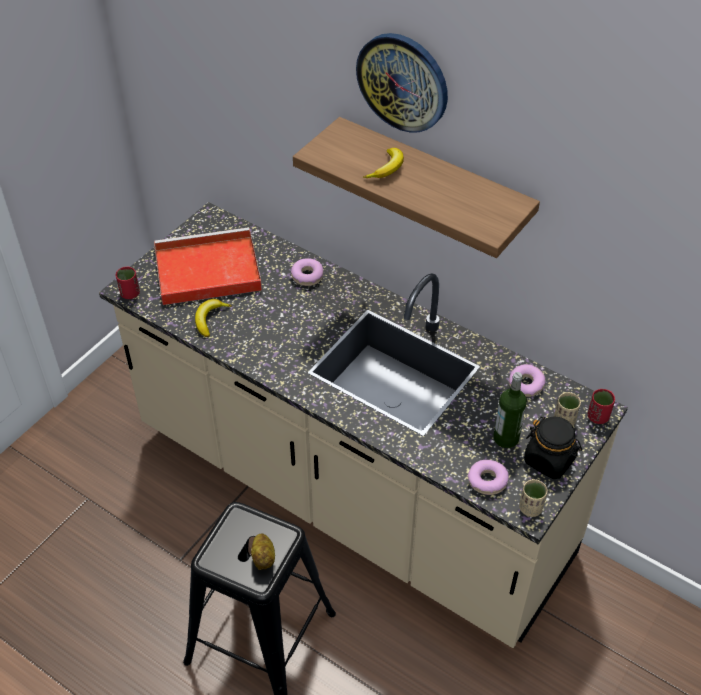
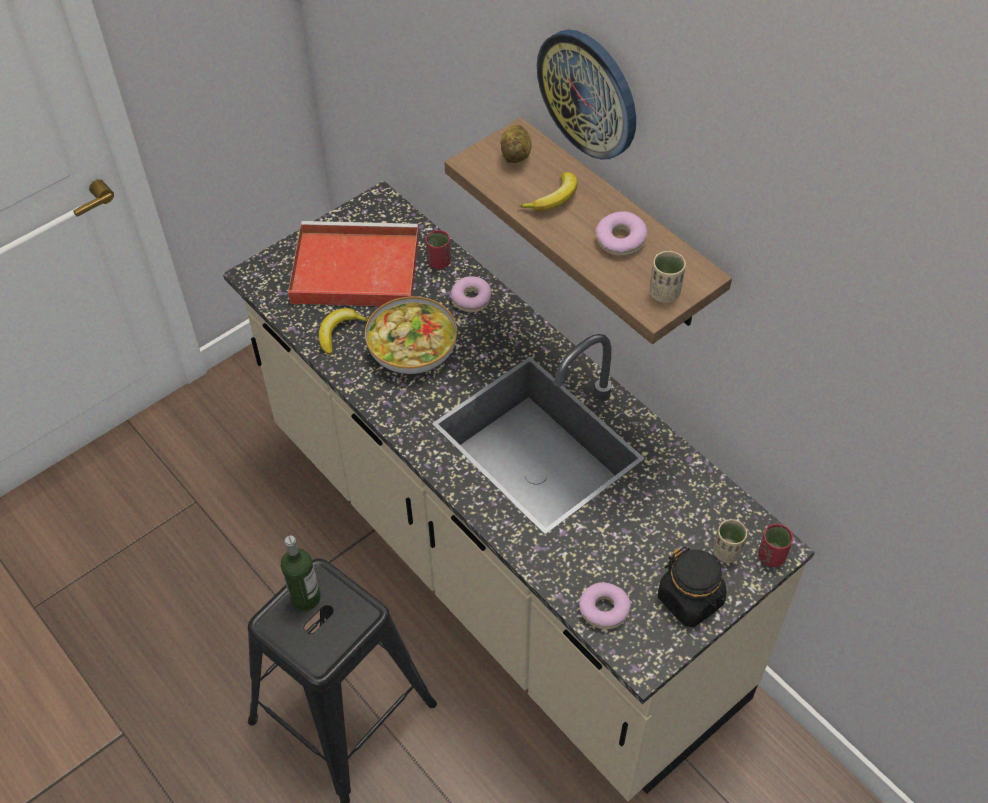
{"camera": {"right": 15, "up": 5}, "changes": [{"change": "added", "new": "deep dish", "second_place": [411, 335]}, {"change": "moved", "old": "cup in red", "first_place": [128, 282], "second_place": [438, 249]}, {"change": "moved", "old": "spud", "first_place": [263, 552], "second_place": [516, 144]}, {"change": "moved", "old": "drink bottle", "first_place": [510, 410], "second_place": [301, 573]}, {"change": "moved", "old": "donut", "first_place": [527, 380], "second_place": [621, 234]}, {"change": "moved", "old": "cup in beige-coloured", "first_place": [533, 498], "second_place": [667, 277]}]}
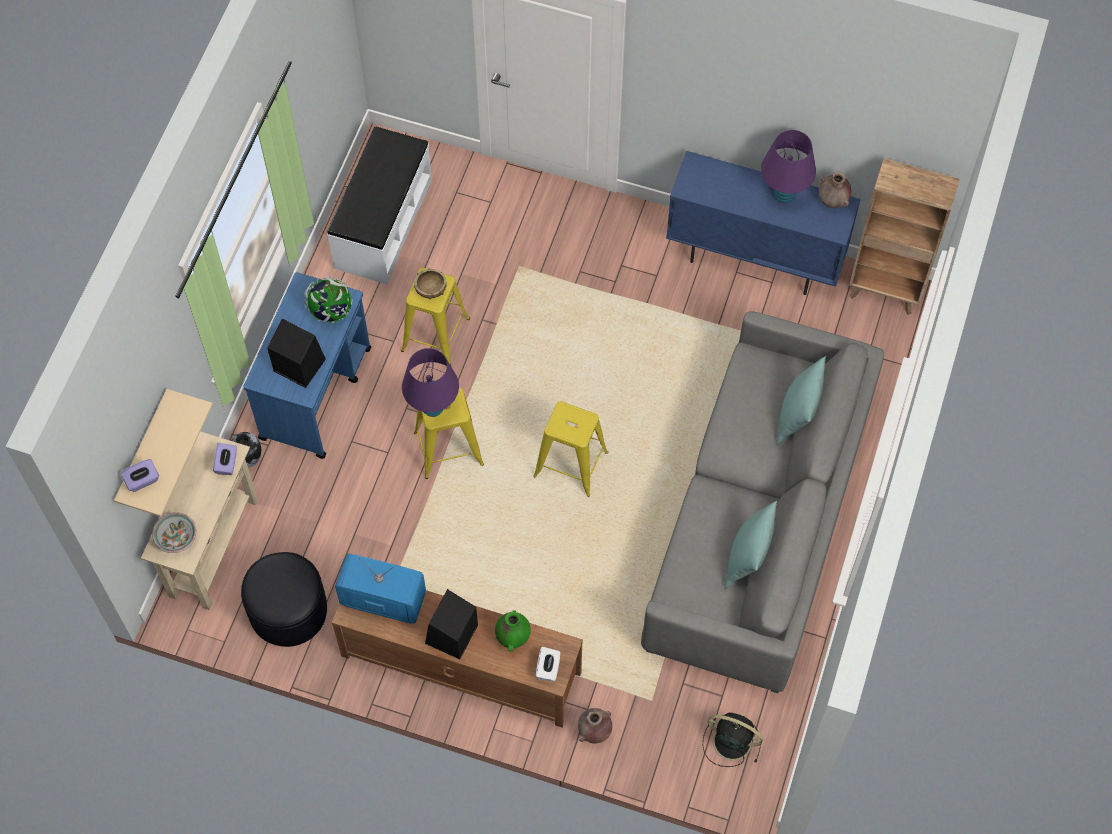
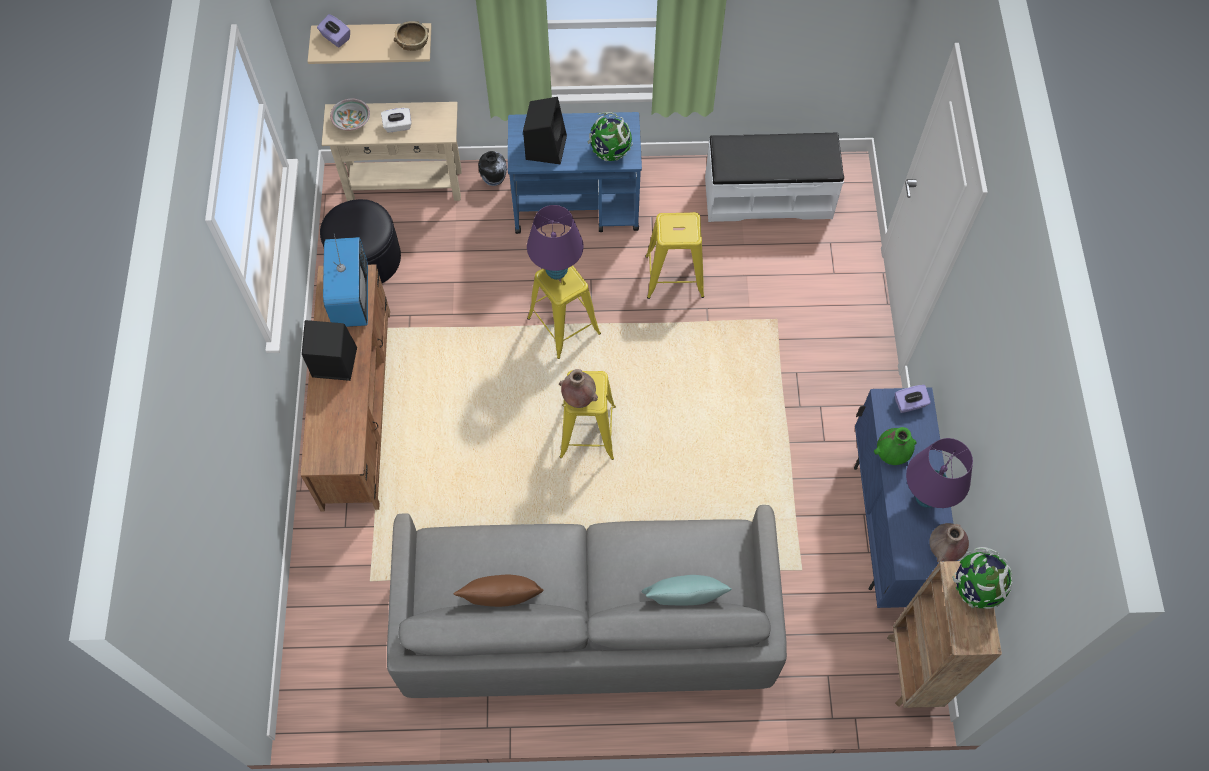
{"camera": {"right": 70, "up": 0}, "changes": [{"change": "removed", "old": "cooling fan in black-coloured", "first_place": [733, 740]}, {"change": "added", "new": "world globe", "second_place": [982, 578]}, {"change": "moved", "old": "tissue holder in purple-coloured", "first_place": [225, 459], "second_place": [913, 399]}, {"change": "moved", "old": "deep dish in brown-coloured", "first_place": [430, 284], "second_place": [411, 36]}, {"change": "moved", "old": "flower vase in green-coloured", "first_place": [513, 630], "second_place": [895, 446]}, {"change": "moved", "old": "tissue holder in white-coloured", "first_place": [548, 664], "second_place": [396, 120]}, {"change": "moved", "old": "flower vase in brown-coloured", "first_place": [595, 726], "second_place": [578, 388]}, {"change": "recoloured", "old": "cushion in turquoise-coloured", "new": "cushion in brown-coloured", "first_place": [751, 545], "second_place": [499, 591]}]}
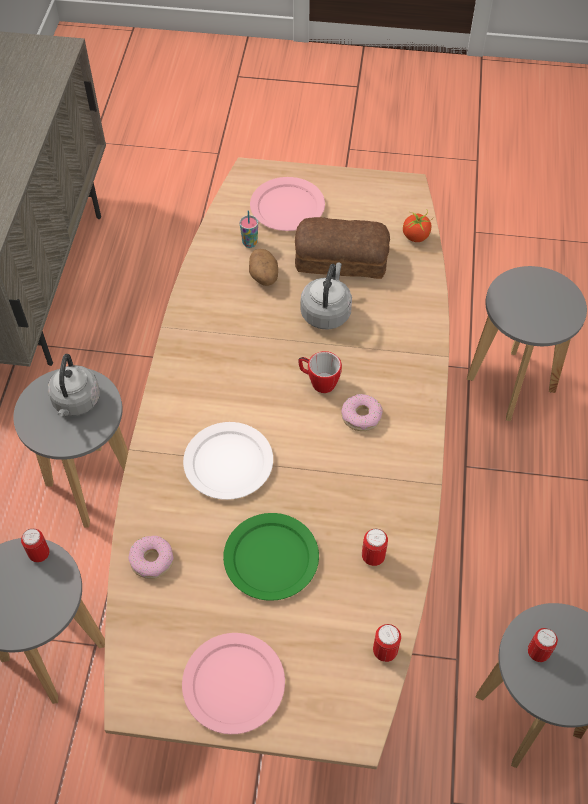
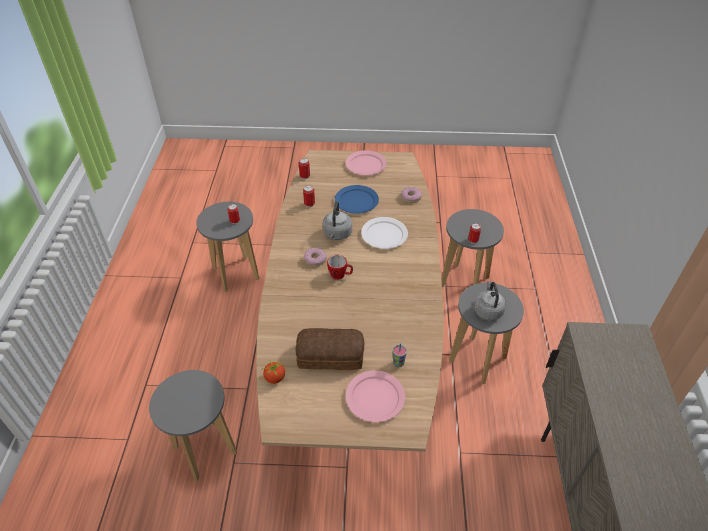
{"camera": {"right": 175, "up": -10}, "changes": [{"change": "removed", "old": "spud", "first_place": [263, 267]}, {"change": "moved", "old": "water kettle in gray", "first_place": [326, 296], "second_place": [337, 220]}, {"change": "recoloured", "old": "plate in green-coloured", "new": "plate in blue-coloured", "first_place": [271, 557], "second_place": [357, 199]}]}
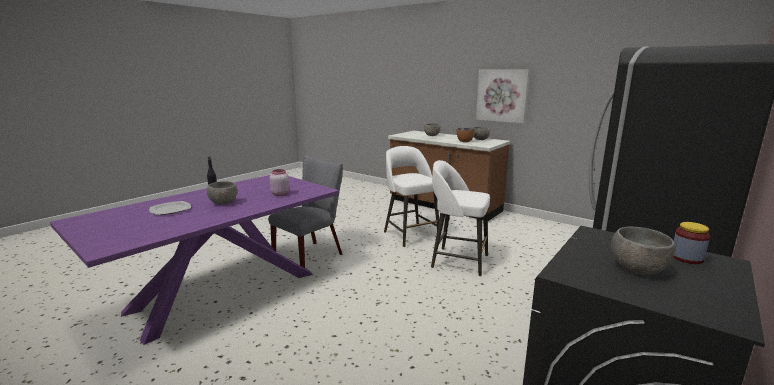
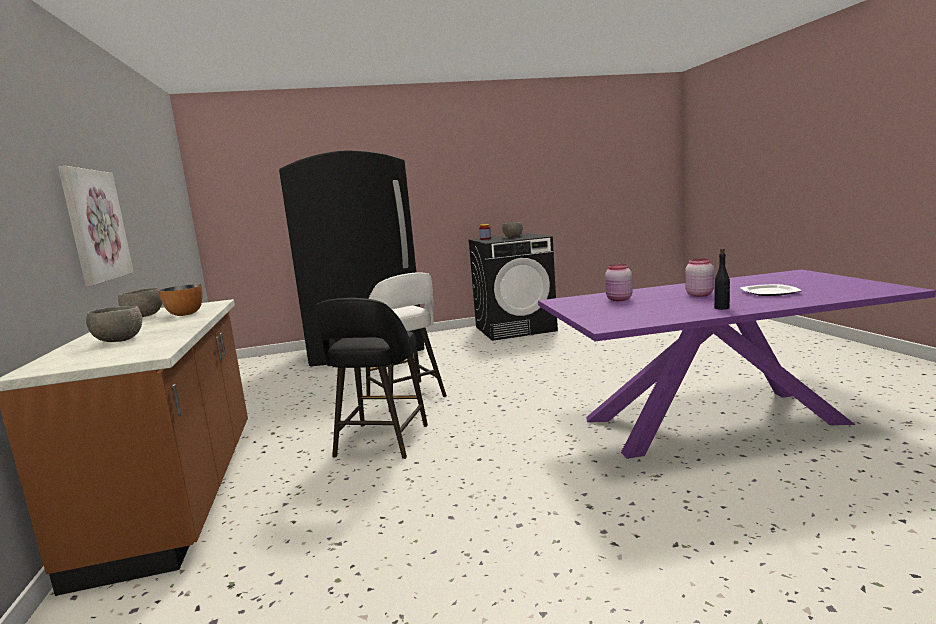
{"camera": {"right": -140, "up": -5}, "changes": [{"change": "removed", "old": "chair in gray", "first_place": [305, 212]}, {"change": "replaced", "old": "deep dish in gray", "new": "jar in pink-coloured", "first_place": [222, 193], "second_place": [699, 278]}, {"change": "recoloured", "old": "stool in white-coloured", "new": "stool in black-coloured", "first_place": [411, 196], "second_place": [371, 378]}]}
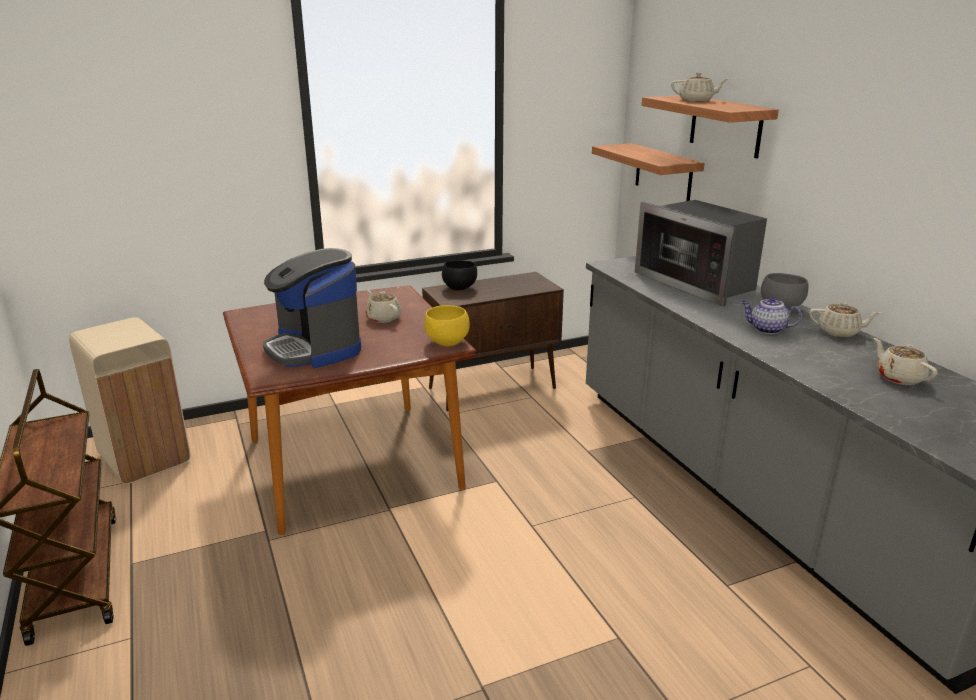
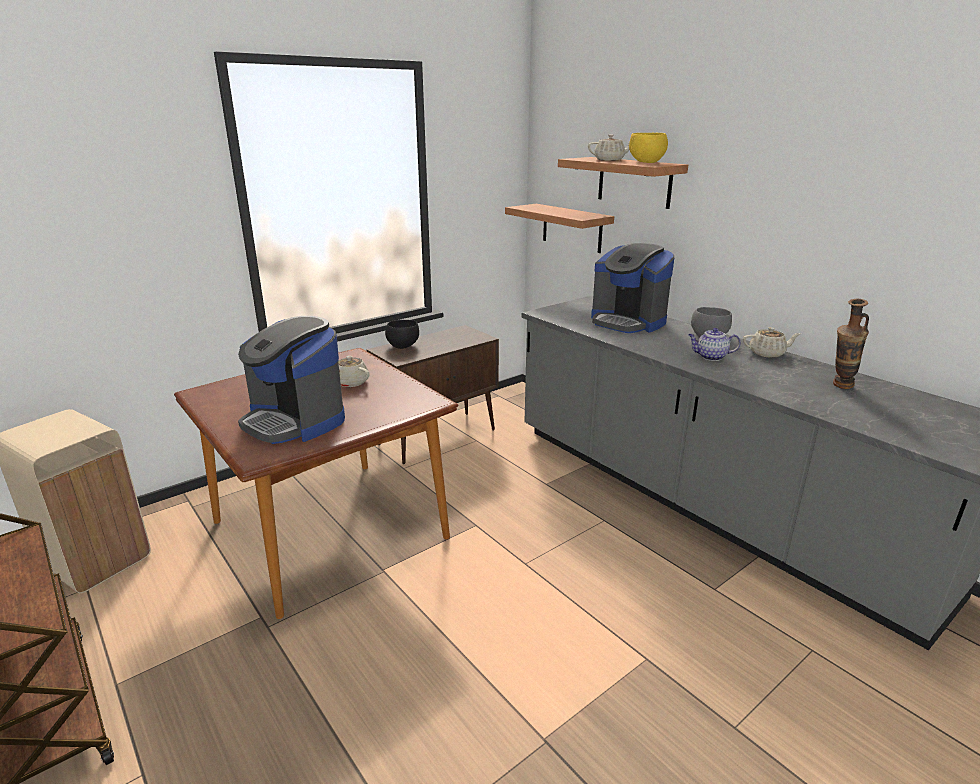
{"camera": {"right": -15, "up": 0}, "changes": [{"change": "moved", "old": "deep dish in yellow-coloured", "first_place": [447, 325], "second_place": [648, 148]}, {"change": "replaced", "old": "microwave oven", "new": "coffee machine", "first_place": [701, 253], "second_place": [632, 288]}, {"change": "replaced", "old": "tea pot in beige-coloured", "new": "flower vase", "first_place": [905, 361], "second_place": [851, 344]}]}
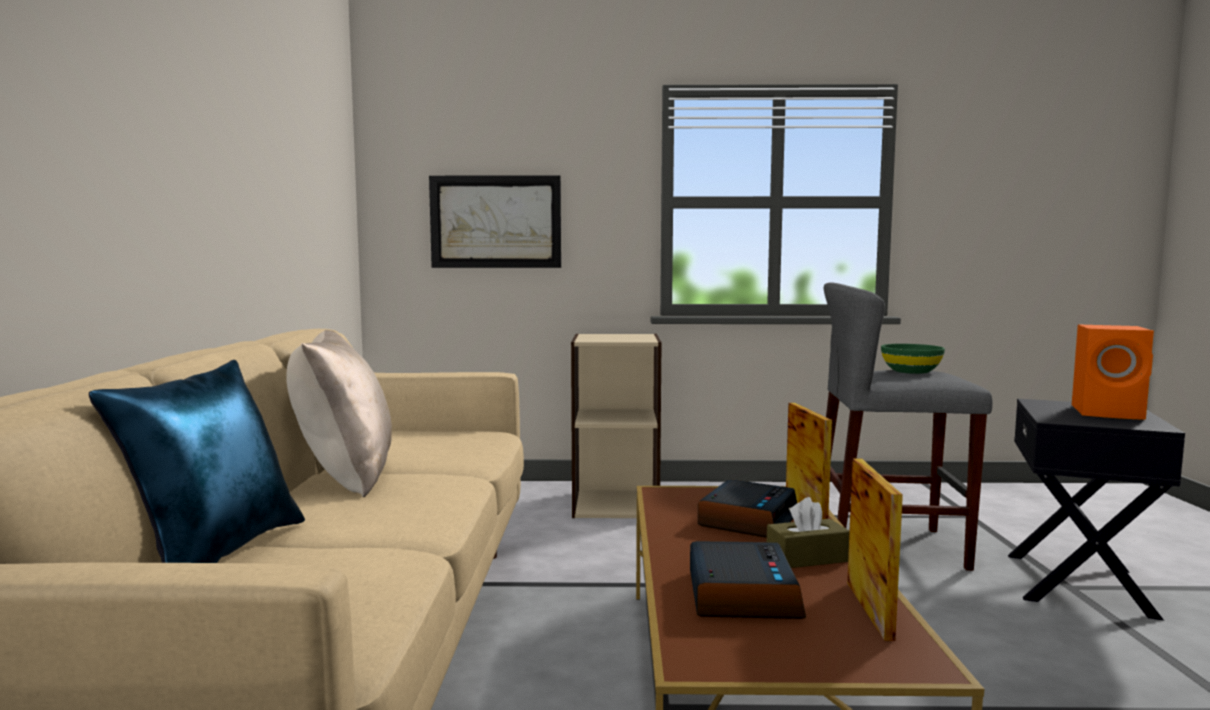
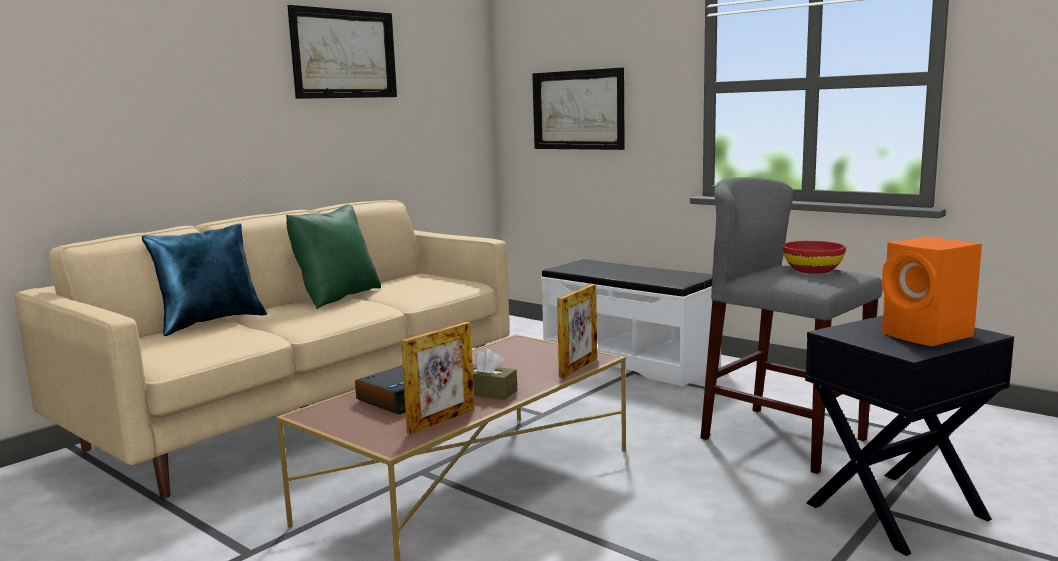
{"camera": {"right": 40, "up": 5}, "changes": [{"change": "removed", "old": "alarm clock", "first_place": [747, 508]}, {"change": "added", "new": "wall art", "second_place": [342, 52]}, {"change": "replaced", "old": "shelving unit in beige-coloured", "new": "indoor bench in white-coloured", "first_place": [616, 426], "second_place": [631, 323]}, {"change": "recoloured", "old": "cushion in beige-coloured", "new": "cushion in green-coloured", "first_place": [339, 413], "second_place": [333, 256]}, {"change": "recoloured", "old": "deep dish in green-coloured", "new": "deep dish in red", "first_place": [913, 359], "second_place": [814, 257]}]}
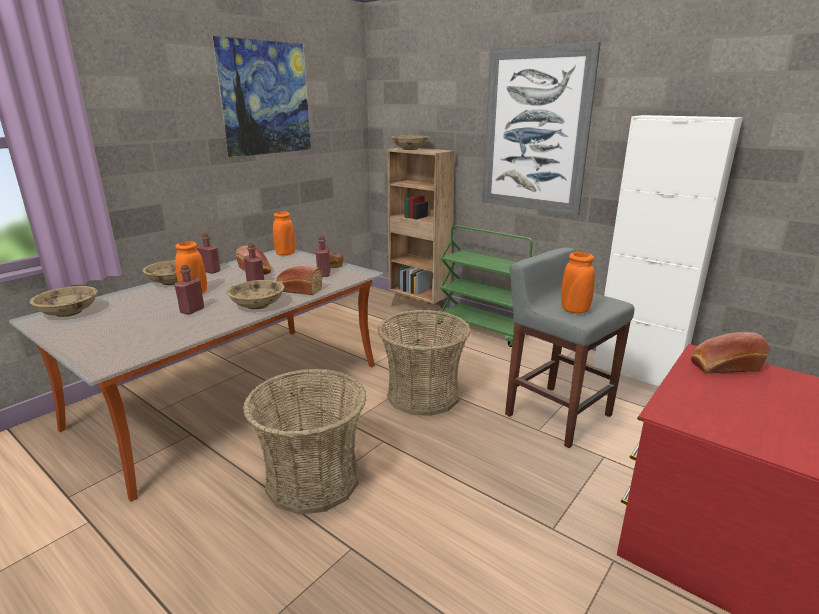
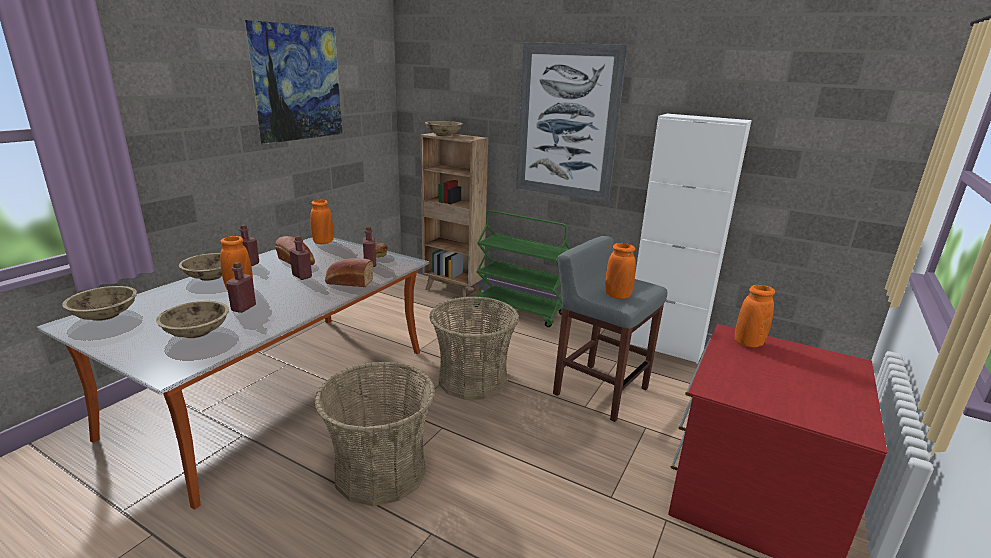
{"camera": {"right": -10, "up": 0}, "changes": [{"change": "moved", "old": "deep dish in beige-coloured", "first_place": [256, 295], "second_place": [192, 319]}, {"change": "replaced", "old": "baked bread", "new": "flower vase in orange", "first_place": [730, 352], "second_place": [755, 316]}]}
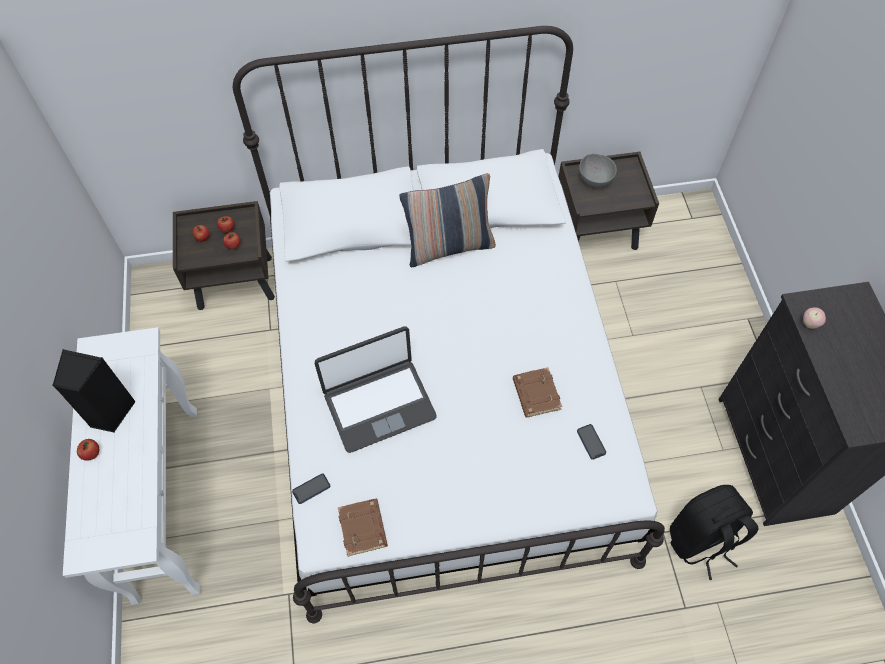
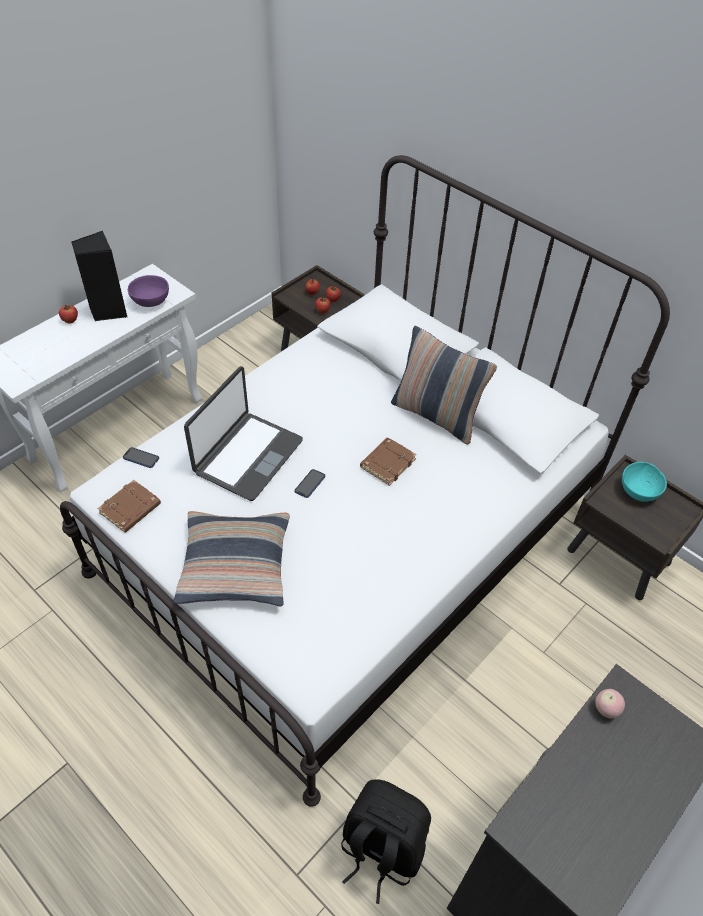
{"camera": {"right": 50, "up": -10}, "changes": [{"change": "added", "new": "deep dish in purple-coloured", "second_place": [148, 291]}, {"change": "added", "new": "cushion", "second_place": [231, 559]}, {"change": "moved", "old": "bound book in brown-coloured", "first_place": [537, 392], "second_place": [388, 462]}, {"change": "moved", "old": "handset", "first_place": [591, 442], "second_place": [310, 483]}, {"change": "recoloured", "old": "deep dish in gray", "new": "deep dish in turquoise-coloured", "first_place": [598, 170], "second_place": [644, 482]}, {"change": "turned", "old": "notebook computer", "first_place": [375, 389], "second_place": [243, 433], "degrees": -90}]}
